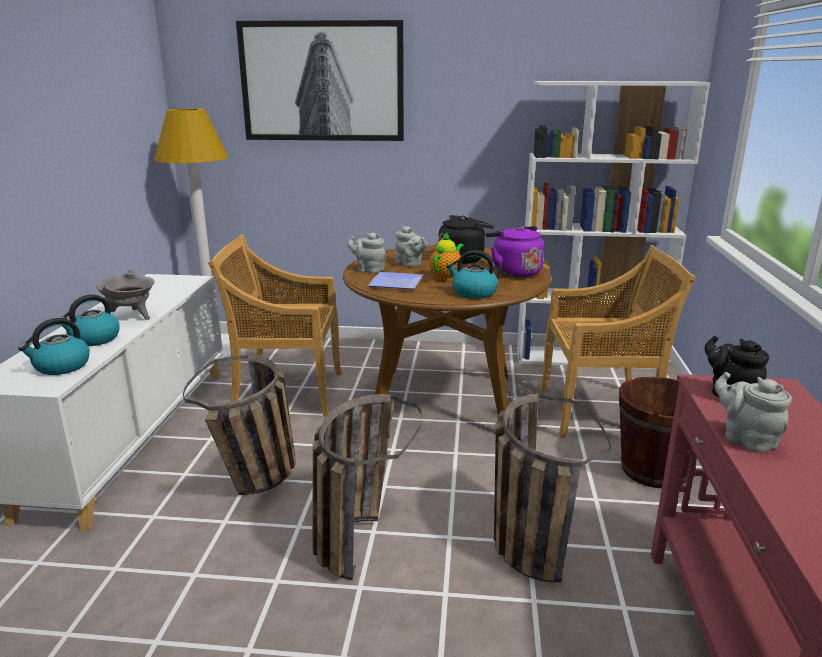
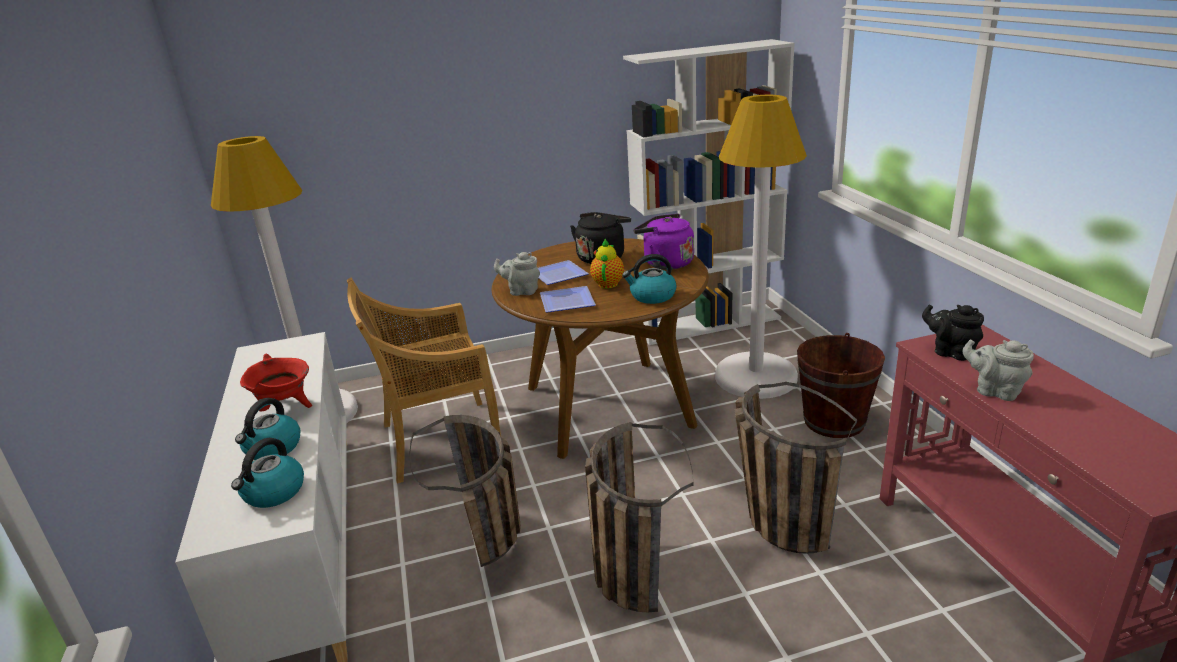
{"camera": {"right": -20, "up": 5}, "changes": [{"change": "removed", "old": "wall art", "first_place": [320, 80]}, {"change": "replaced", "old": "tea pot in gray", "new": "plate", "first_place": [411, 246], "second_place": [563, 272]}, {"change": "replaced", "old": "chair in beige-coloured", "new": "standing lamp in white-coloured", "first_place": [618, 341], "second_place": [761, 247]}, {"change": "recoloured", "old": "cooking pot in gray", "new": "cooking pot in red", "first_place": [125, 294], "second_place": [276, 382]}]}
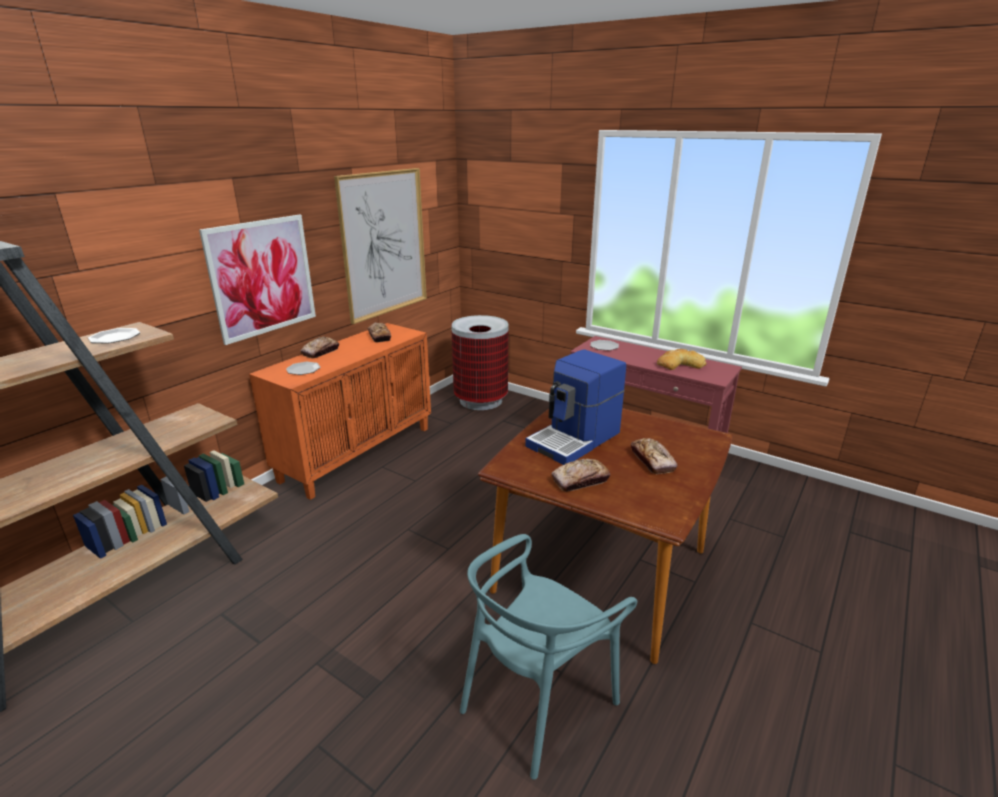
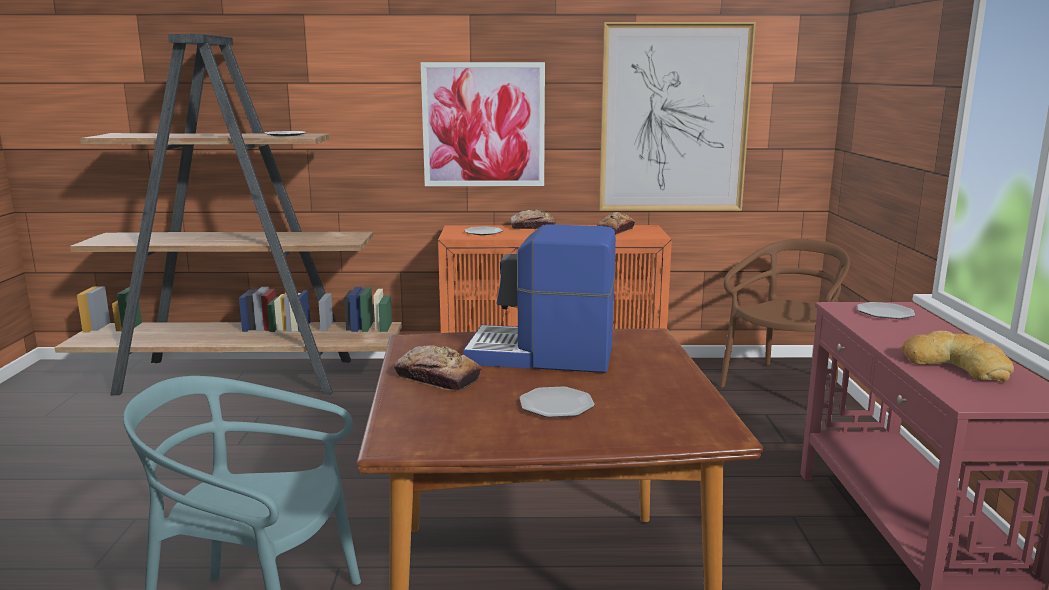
{"camera": {"right": 55, "up": -10}, "changes": [{"change": "replaced", "old": "waste bin", "new": "chair in brown-coloured", "first_place": [479, 362], "second_place": [784, 313]}, {"change": "replaced", "old": "baked bread", "new": "plate", "first_place": [654, 456], "second_place": [557, 402]}]}
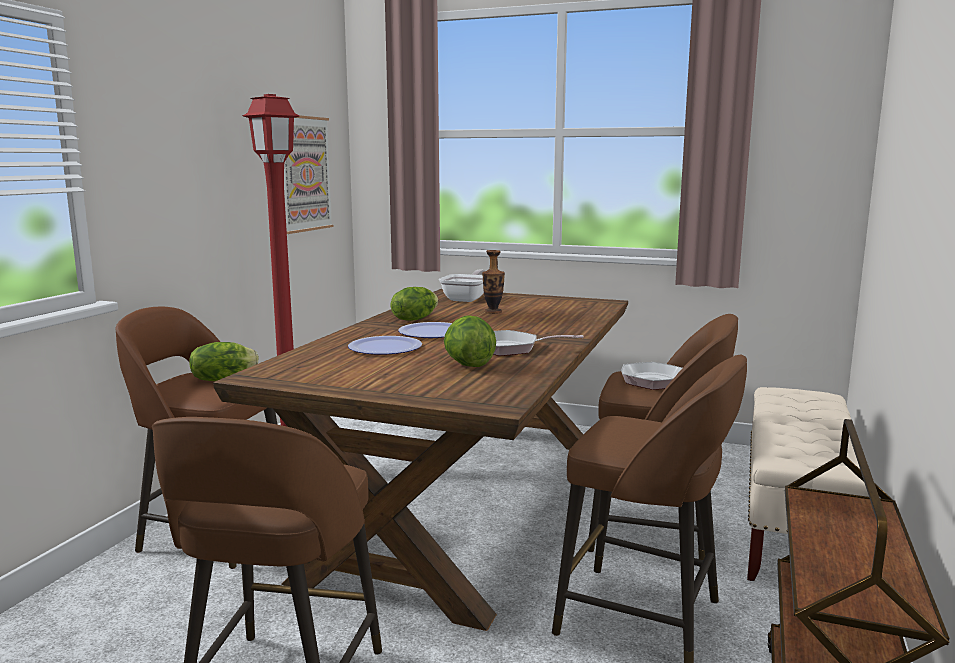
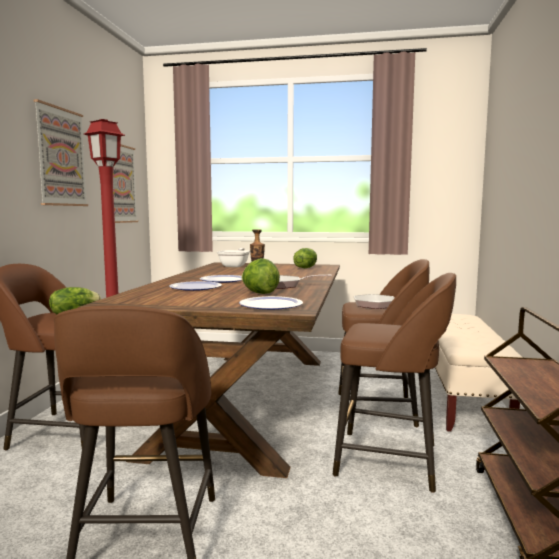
{"camera": {"right": -10, "up": -5}, "changes": [{"change": "added", "new": "wall art", "second_place": [61, 152]}, {"change": "added", "new": "plate", "second_place": [271, 303]}, {"change": "moved", "old": "lettuce", "first_place": [414, 304], "second_place": [305, 258]}]}
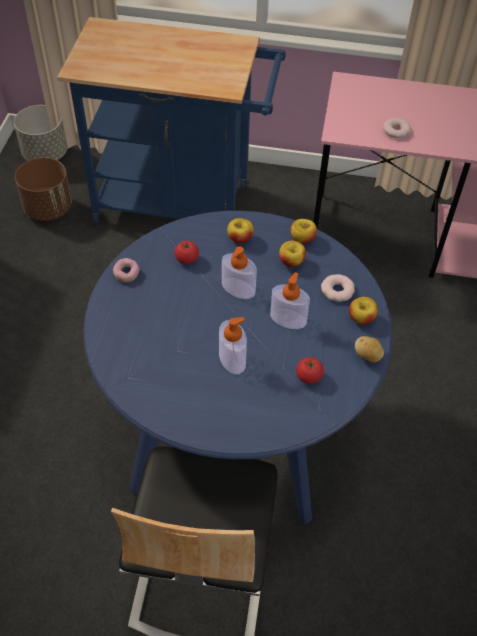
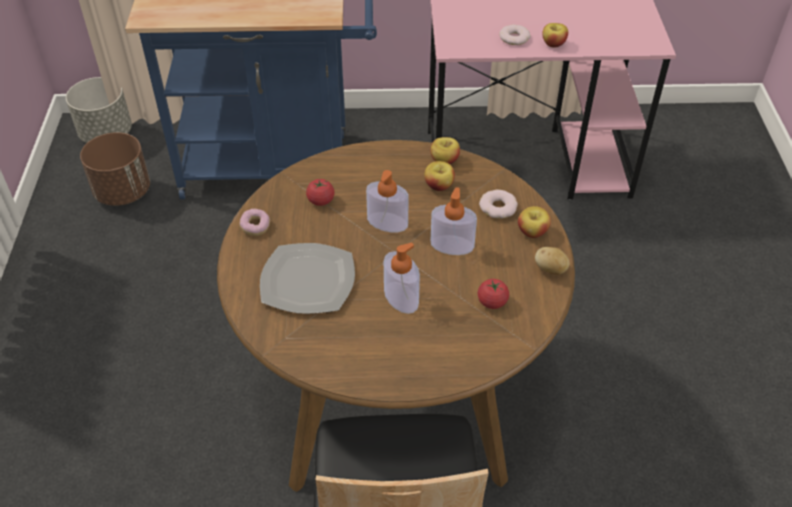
{"camera": {"right": -10, "up": -5}, "changes": [{"change": "added", "new": "plate", "second_place": [307, 278]}, {"change": "moved", "old": "whole apple", "first_place": [240, 231], "second_place": [555, 35]}, {"change": "recoloured", "old": "dinner table in blue-coloured", "new": "dinner table in brown-coloured", "first_place": [238, 367], "second_place": [396, 316]}]}
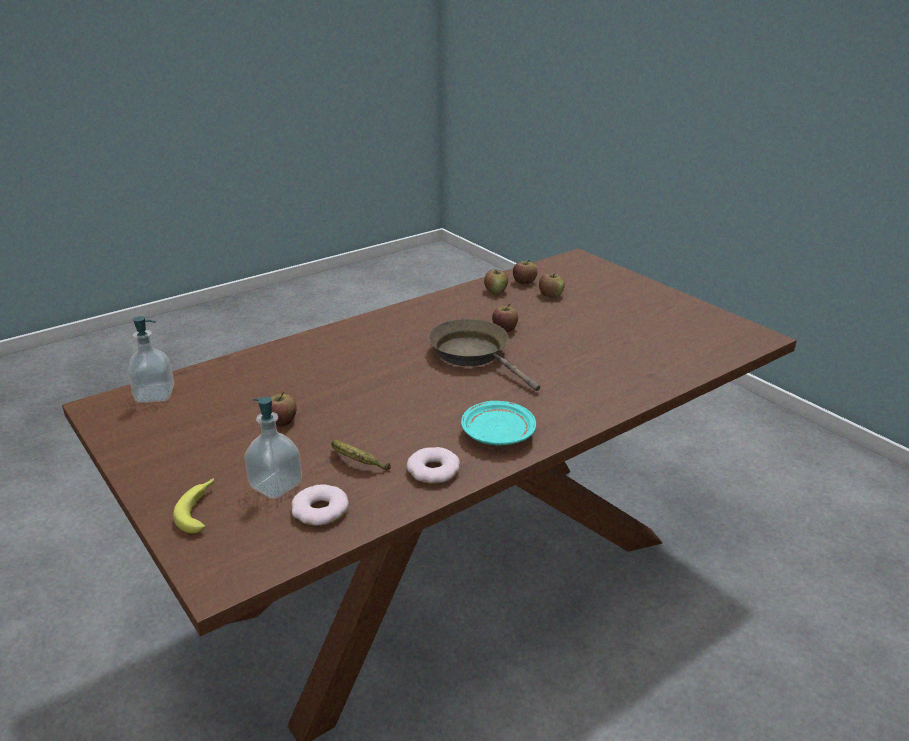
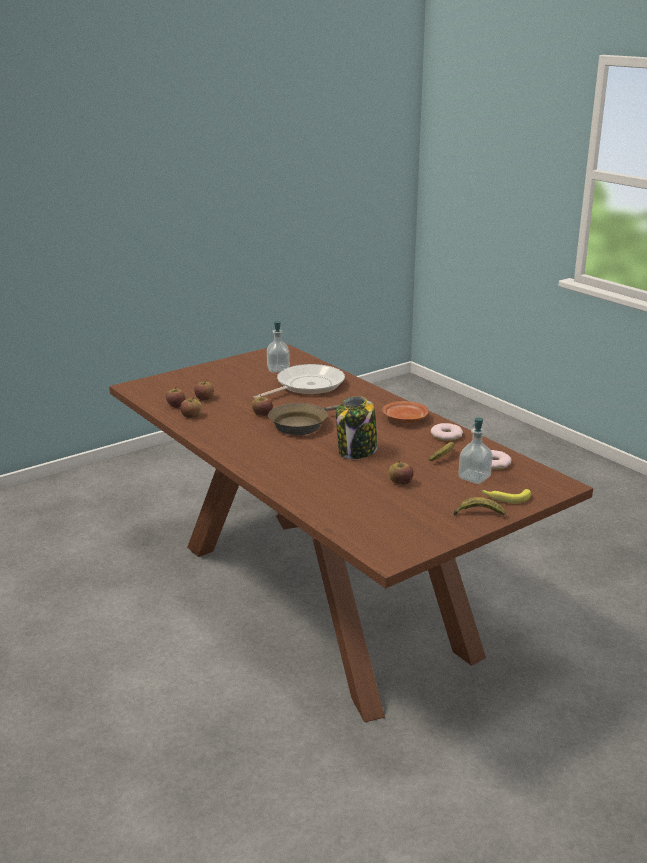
{"camera": {"right": -90, "up": -5}, "changes": [{"change": "added", "new": "pan", "second_place": [299, 381]}, {"change": "added", "new": "jar", "second_place": [357, 427]}, {"change": "added", "new": "banana fruit", "second_place": [479, 506]}, {"change": "moved", "old": "liquid soap bottle", "first_place": [151, 359], "second_place": [278, 347]}, {"change": "recoloured", "old": "plate in turquoise-coloured", "new": "plate in brown-coloured", "first_place": [498, 423], "second_place": [405, 412]}]}
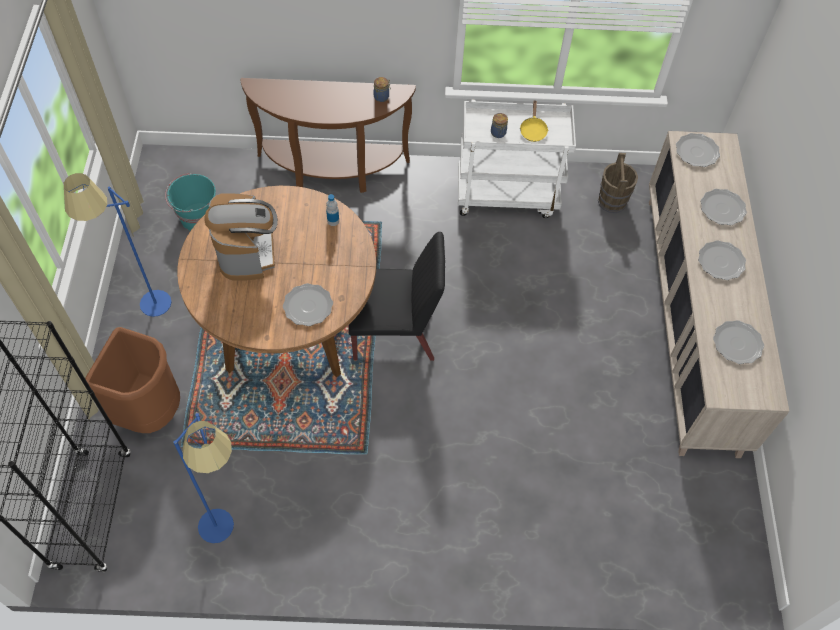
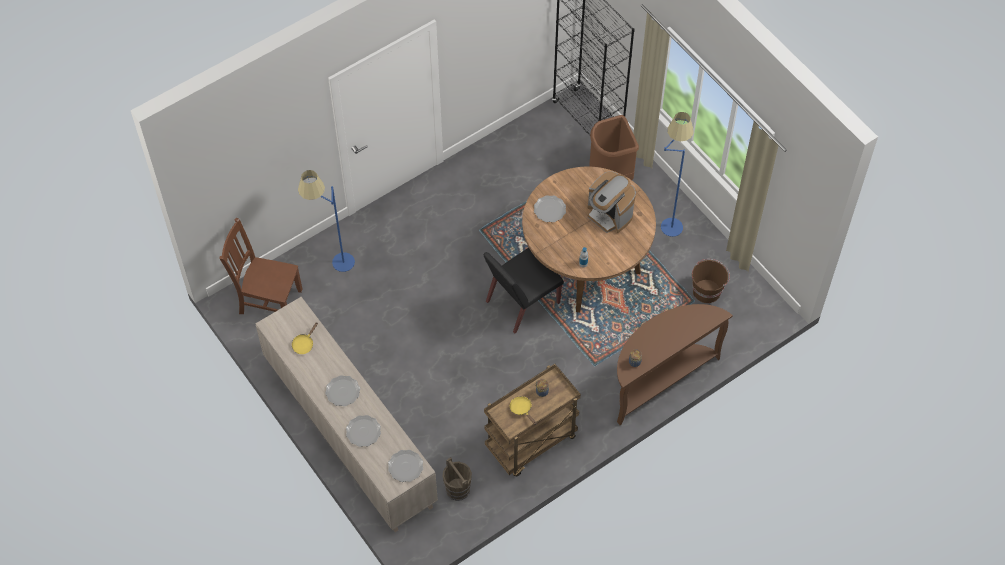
{"camera": {"right": 145, "up": 0}, "changes": [{"change": "added", "new": "chair in brown-coloured", "second_place": [261, 266]}, {"change": "moved", "old": "standing lamp in blue-coloured", "first_place": [203, 478], "second_place": [326, 221]}, {"change": "replaced", "old": "plate", "new": "pan in yellow-coloured", "first_place": [738, 342], "second_place": [305, 338]}, {"change": "recoloured", "old": "pail in turquoise-coloured", "new": "pail in brown-coloured", "first_place": [190, 202], "second_place": [711, 281]}, {"change": "recoloured", "old": "wheeled cart in white-coloured", "new": "wheeled cart in brown-coloured", "first_place": [517, 159], "second_place": [532, 420]}]}
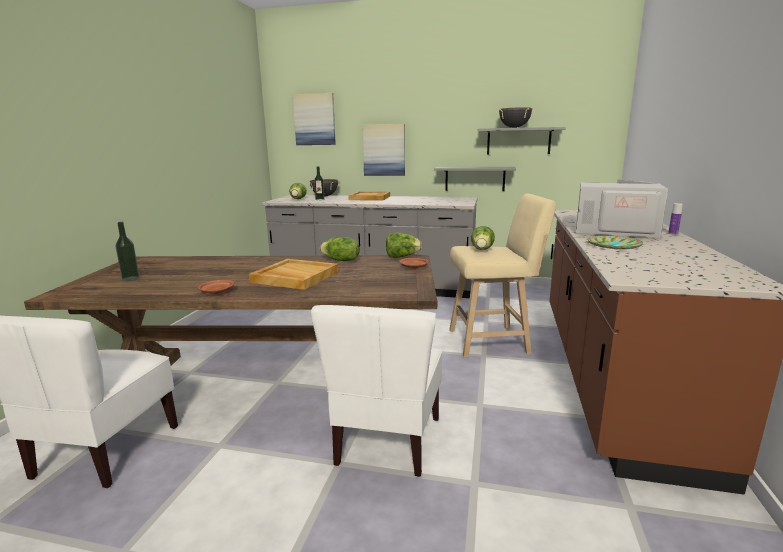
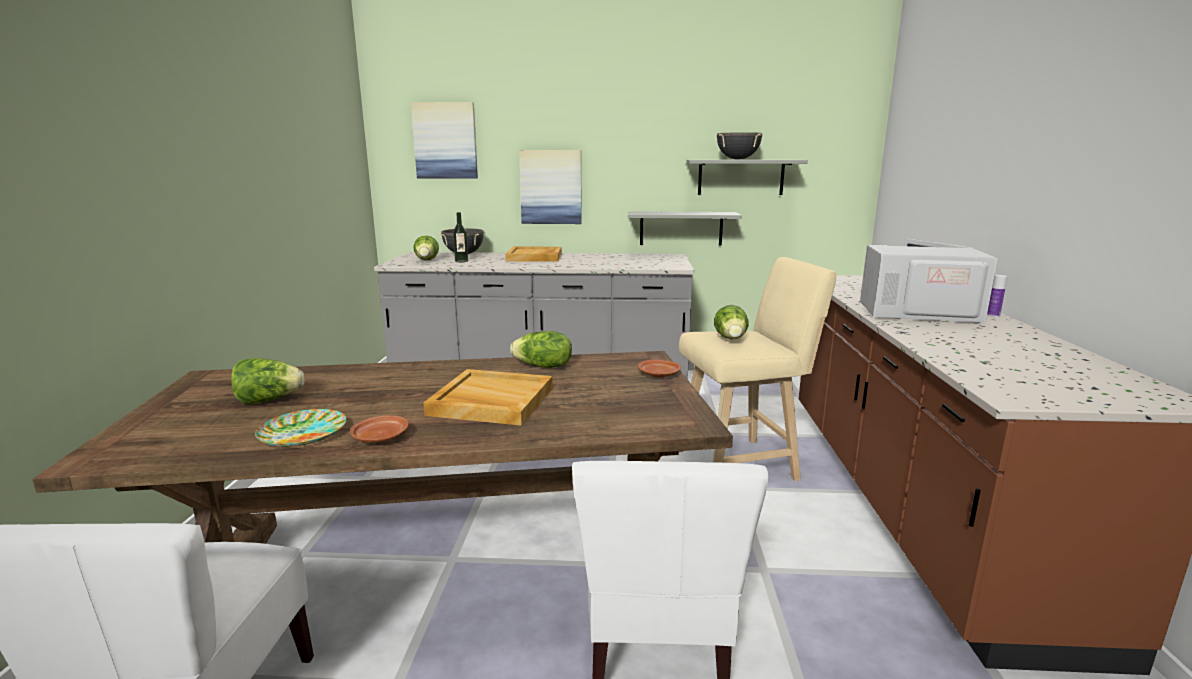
{"camera": {"right": -10, "up": 0}, "changes": [{"change": "removed", "old": "drink bottle", "first_place": [128, 251]}, {"change": "moved", "old": "lettuce", "first_place": [404, 245], "second_place": [268, 381]}, {"change": "moved", "old": "plate", "first_place": [615, 242], "second_place": [301, 428]}]}
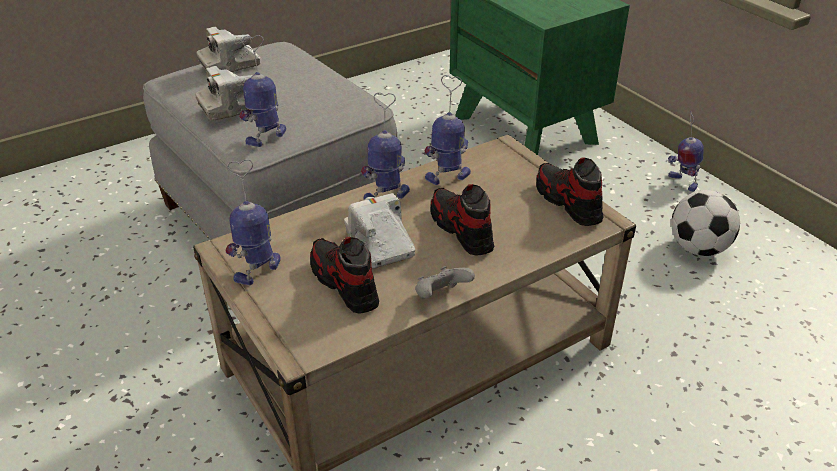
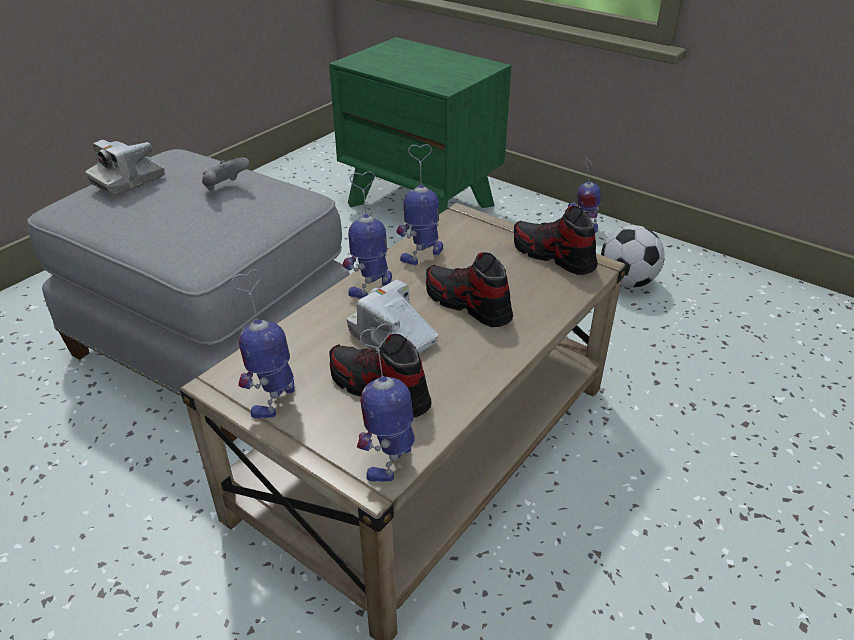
{"camera": {"right": -20, "up": 0}, "changes": [{"change": "removed", "old": "photo camera", "first_place": [224, 93]}, {"change": "moved", "old": "robot figure", "first_place": [262, 91], "second_place": [386, 402]}, {"change": "moved", "old": "gamepad in gray", "first_place": [445, 282], "second_place": [226, 174]}]}
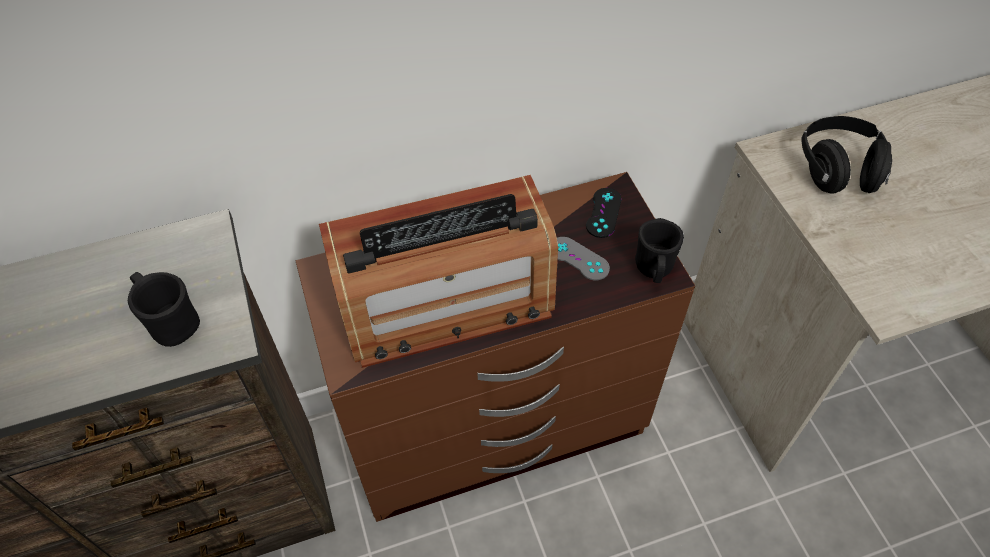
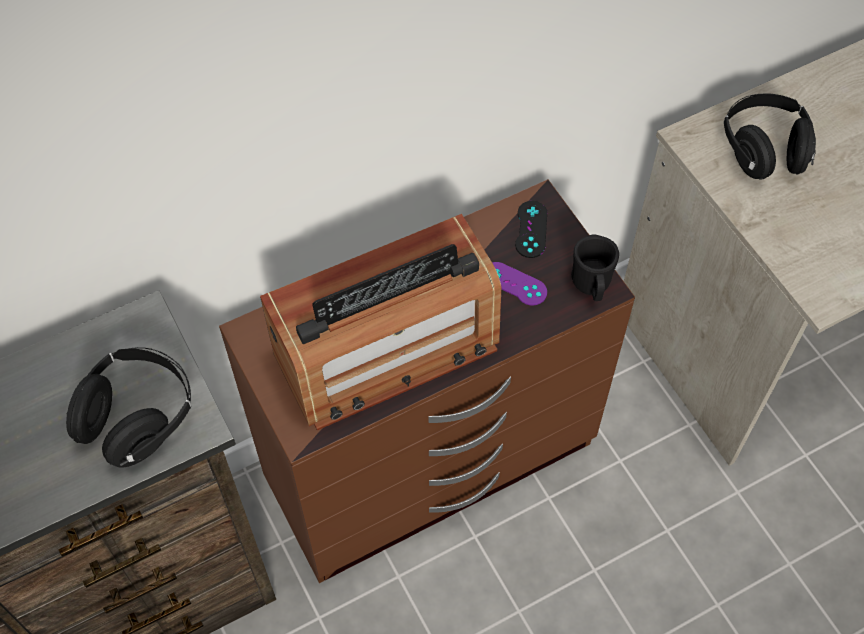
{"camera": {"right": -10, "up": 5}, "changes": [{"change": "replaced", "old": "mug in black-coloured", "new": "headset in black-coloured", "first_place": [164, 309], "second_place": [128, 407]}, {"change": "recoloured", "old": "gamepad in gray", "new": "gamepad in purple-coloured", "first_place": [583, 259], "second_place": [519, 284]}]}
